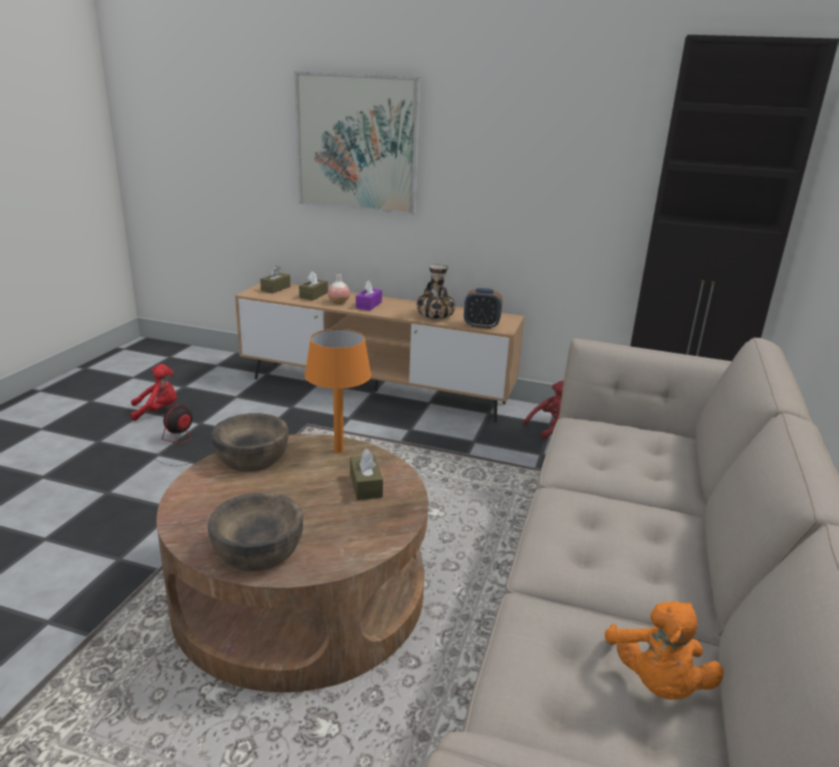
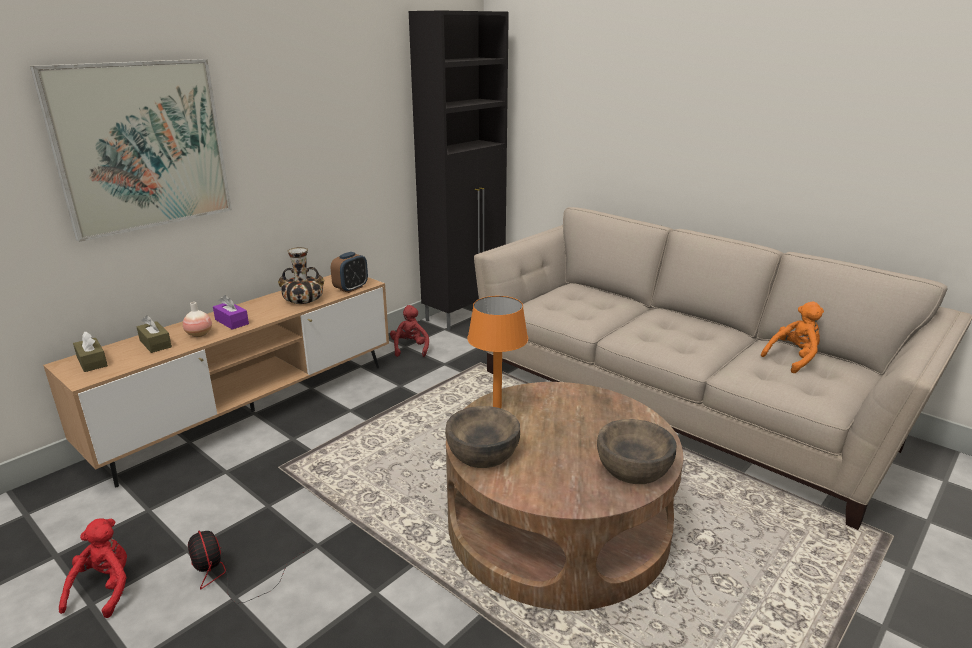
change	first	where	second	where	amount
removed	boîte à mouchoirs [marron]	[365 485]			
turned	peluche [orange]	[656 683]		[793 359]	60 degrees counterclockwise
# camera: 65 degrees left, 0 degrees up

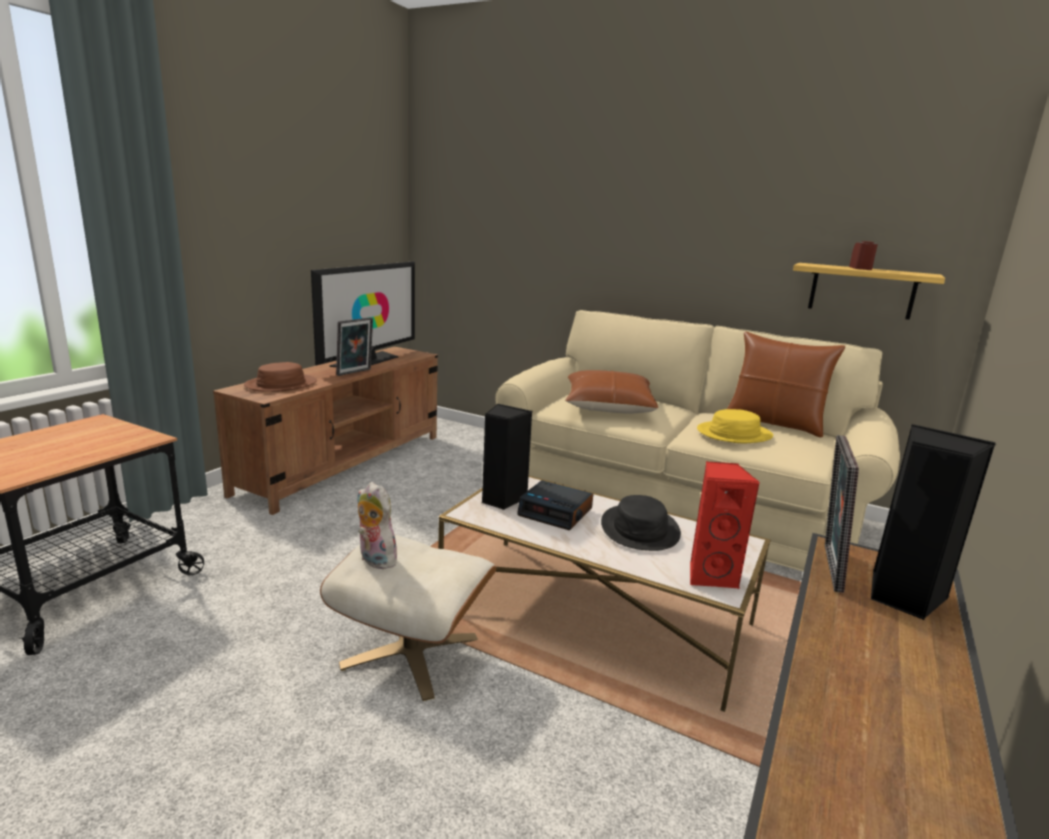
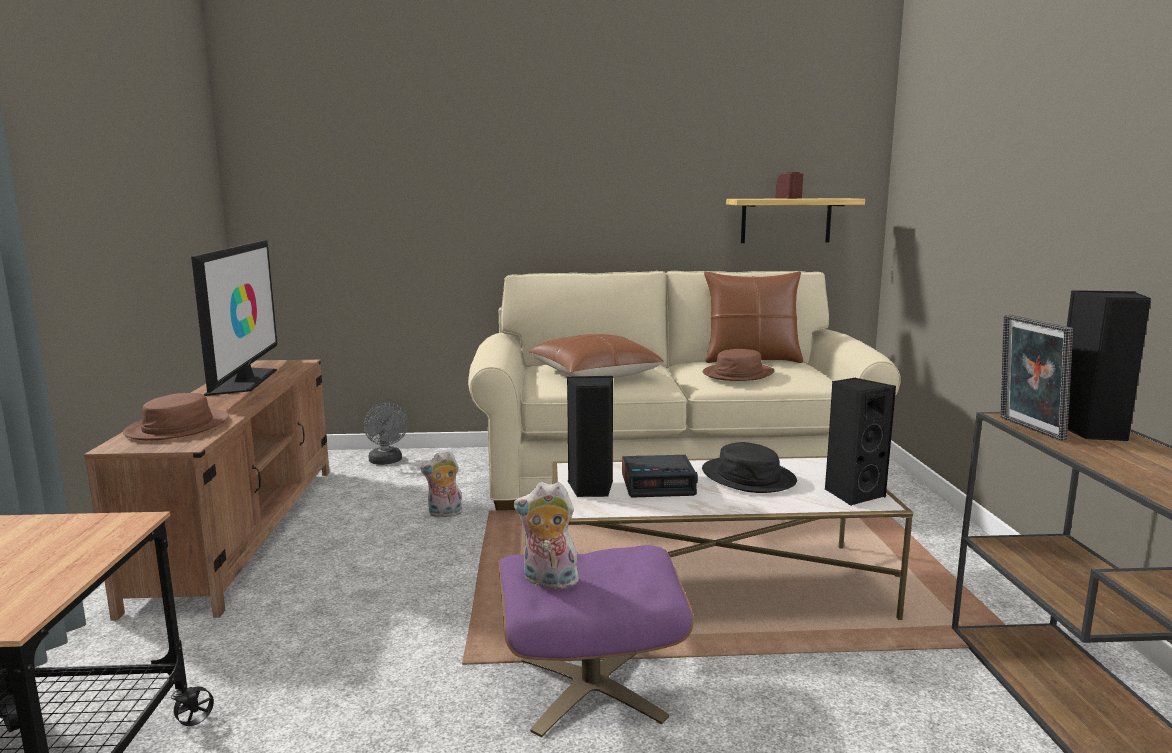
change	first	where	second	where	amount
recoloured	pouf [beige]	[411 651]	pouf [violet]	[591 687]	
removed	cadre photo	[355 372]			
recoloured	enceinte [rouge]	[710 575]	enceinte [noir]	[852 494]	
recoloured	chapeau [jaune]	[734 434]	chapeau [marron]	[738 374]	
added			ventilateur [gris]	[387 461]	
added			peluche	[444 514]	
# camera: 30 degrees left, 5 degrees down

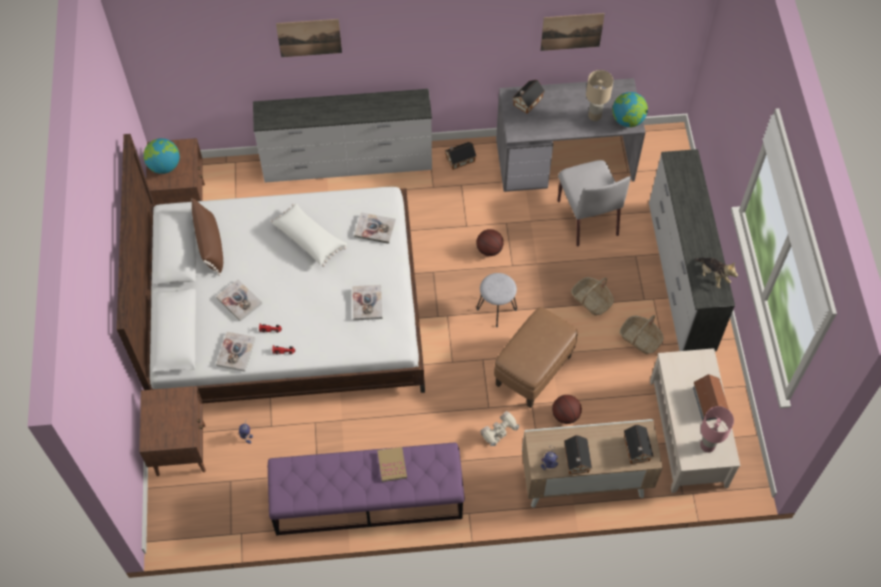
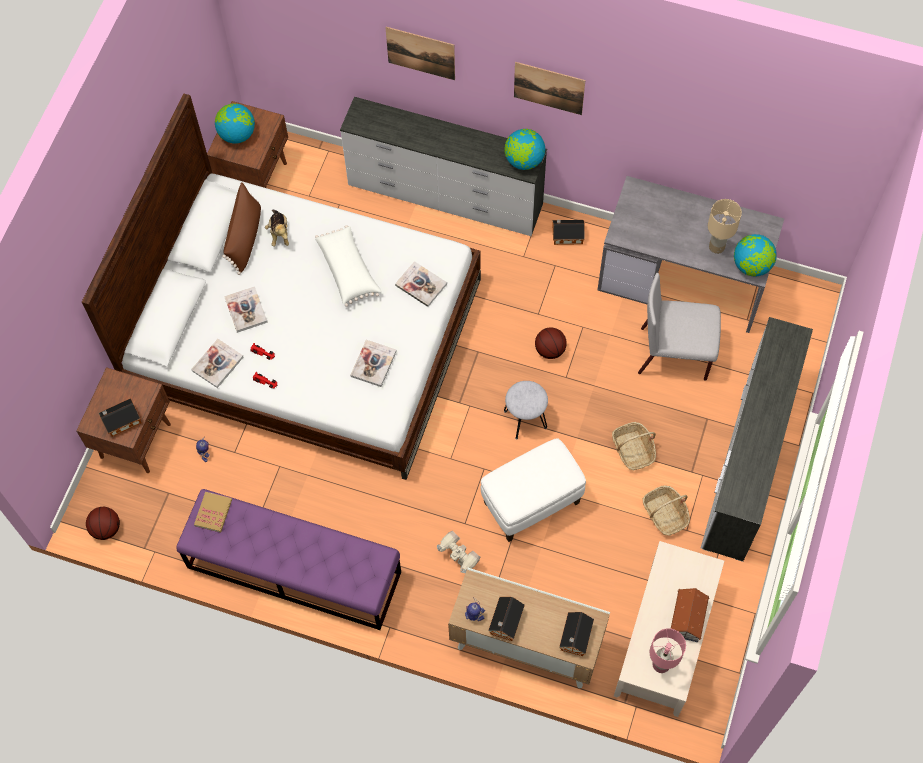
change	first	where	second	where	amount
moved	livre	[392 465]		[213 512]	
turned	robot jouet	[498 438]		[459 560]	60 degrees clockwise
recoloured	pouf [marron]	[533 370]	pouf [blanc]	[532 502]	
moved	maison miniature	[526 102]		[121 421]	
moved	tableau	[571 31]		[549 88]	
moved	ballon de basket	[565 415]		[106 528]	
turned	chaise [gris]	[587 217]		[675 353]	90 degrees clockwise
moved	peluche	[713 276]		[279 233]	
added			globe	[524 160]	
# camera: 25 degrees right, 5 degrees up

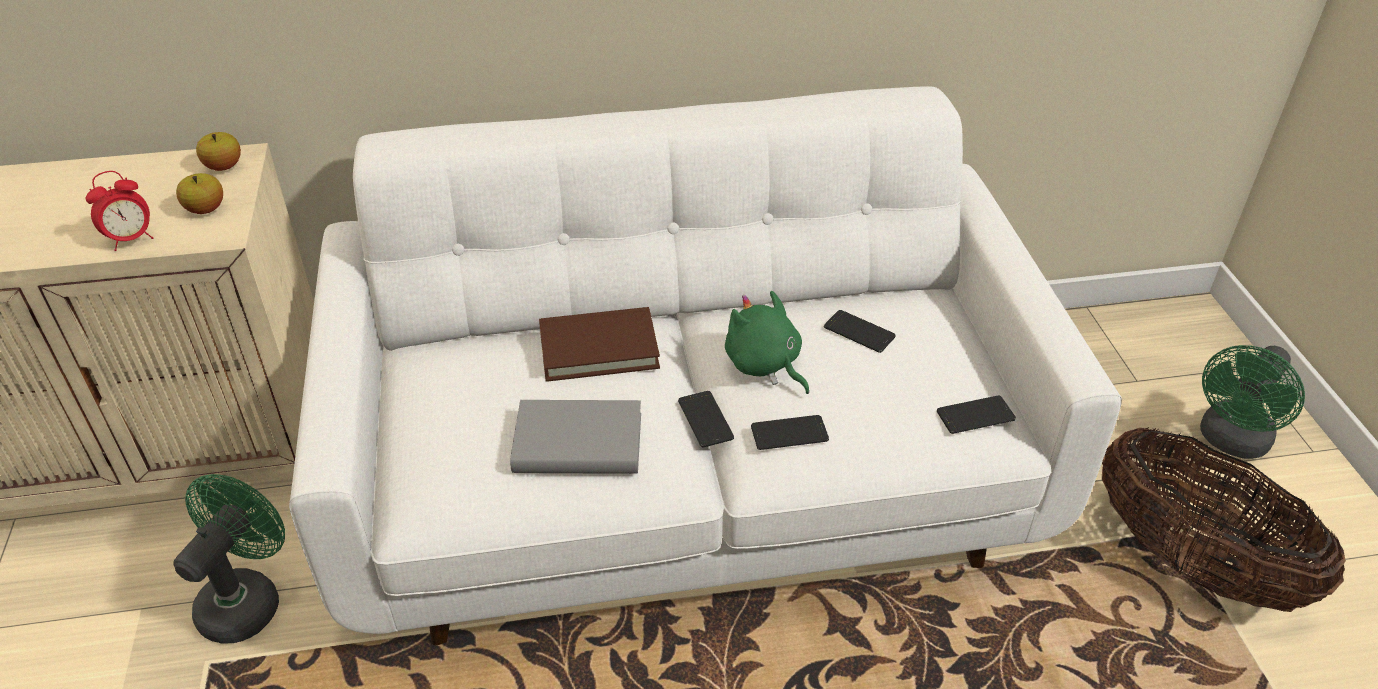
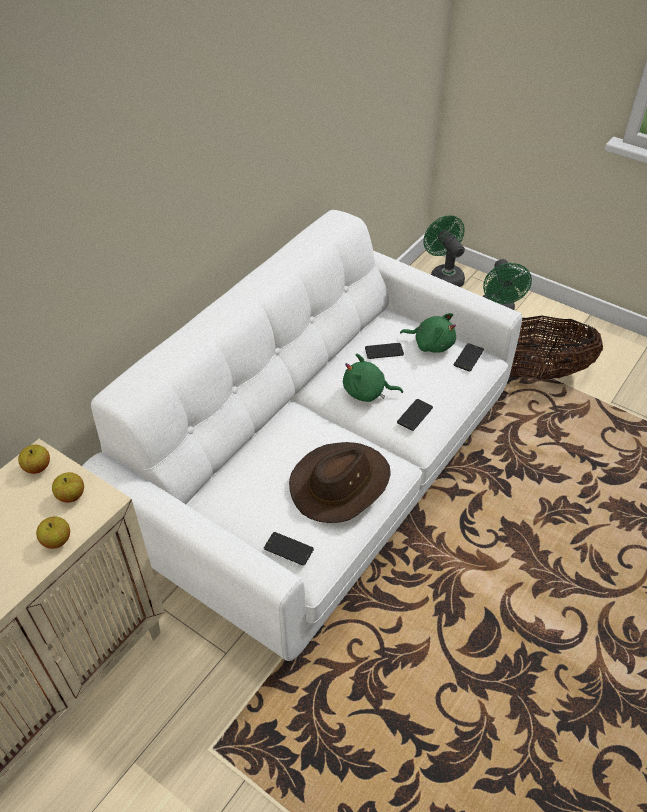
change	first	where	second	where	amount
replaced	réveil	[131 240]	pomme	[57 540]	
moved	ventilateur [vert]	[247 599]		[444 277]	
replaced	livre [gris]	[578 444]	chapeau [marron]	[340 484]	
removed	livre [marron]	[599 349]			
moved	téléphone	[705 419]		[288 549]	
added			peluche [vert]	[431 344]	
# camera: 45 degrees left, 5 degrees up

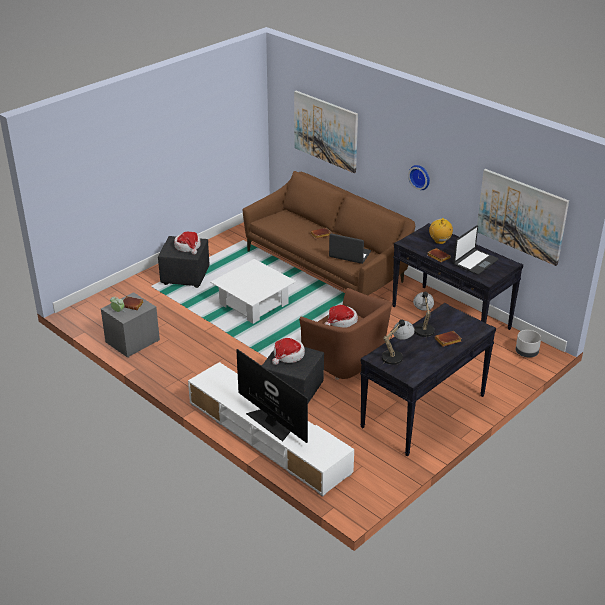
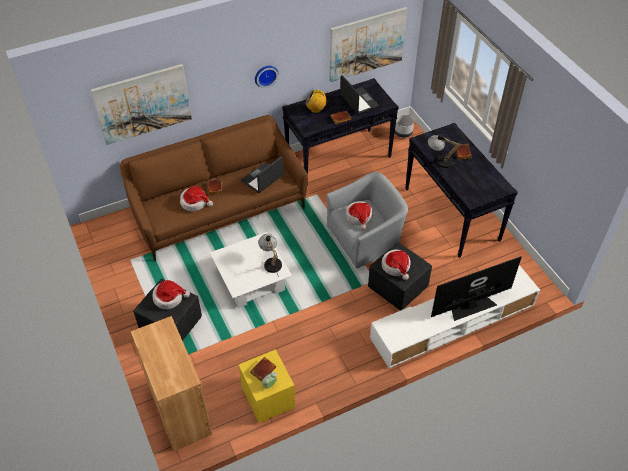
change	first	where	second	where	amount
recoloured	table de chevet [gris]	[132 341]	table de chevet [jaune]	[268 398]	
recoloured	fauteuil [marron]	[346 357]	fauteuil [gris]	[365 239]	
moved	lampe de table	[396 355]		[271 262]	
added			meuble de rangement [marron]	[179 409]	
added			chapeau	[195 202]	
# camera: 70 degrees left, 15 degrees up

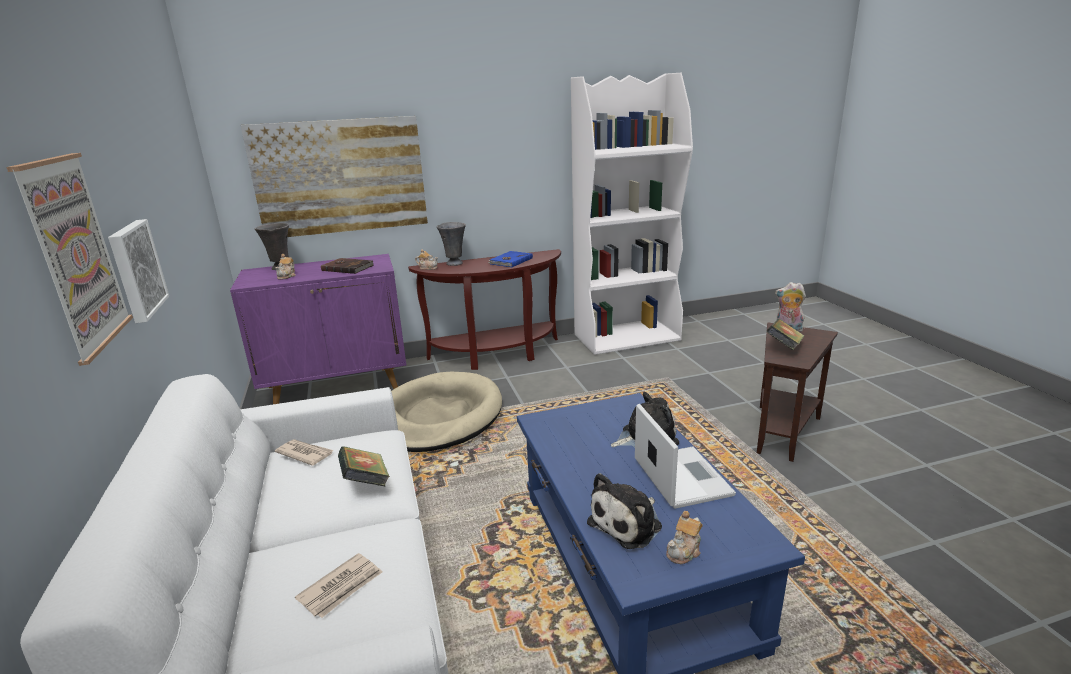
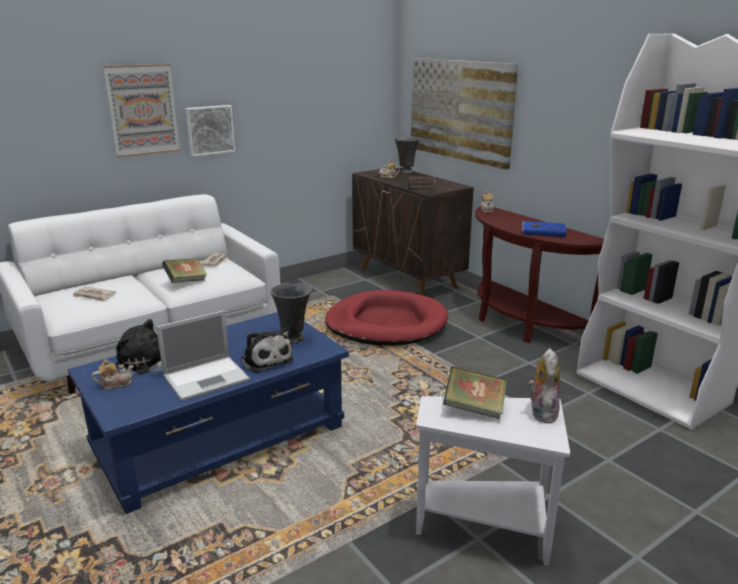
change	first	where	second	where	amount
recoloured	meuble de rangement [violet]	[338 385]	meuble de rangement [marron]	[408 278]	
recoloured	panier pour chien [beige]	[438 417]	panier pour chien [rouge]	[386 324]	
moved	vase [gris]	[454 263]		[293 339]	
turned	théière	[684 551]		[115 384]	135 degrees clockwise
recoloured	table d'appoint [marron]	[783 431]	table d'appoint [blanc]	[488 528]	
# camera: 70 degrees right, 0 degrees up

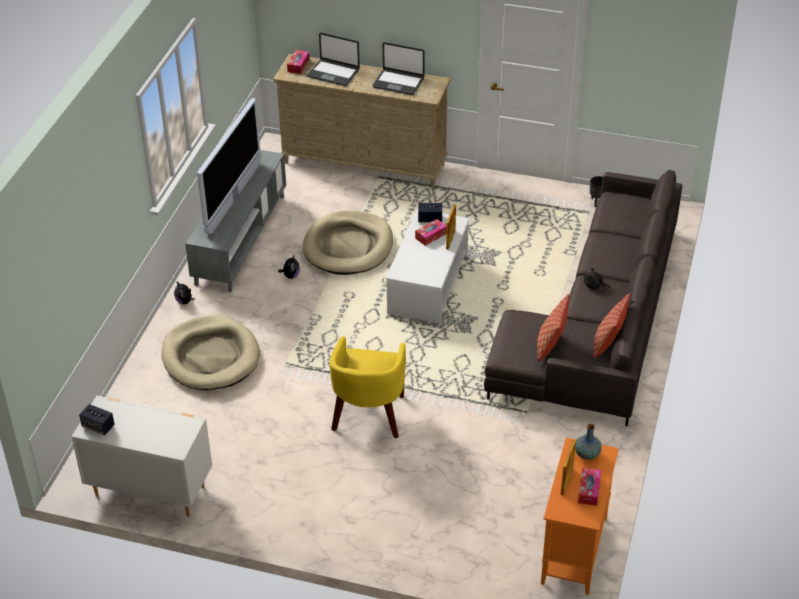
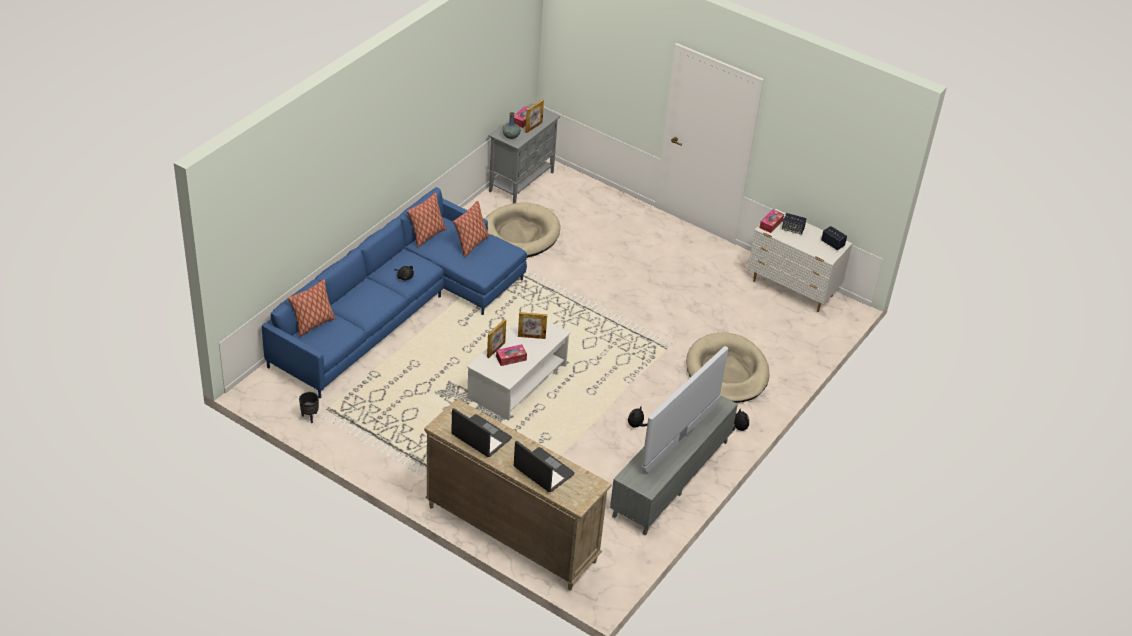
change	first	where	second	where	amount
moved	boîte à mouchoirs	[298 65]		[771 224]	
moved	panier pour chien [beige]	[348 246]		[519 235]	
removed	fauteuil [jaune]	[369 415]			
moved	enceinte	[430 219]		[792 229]	
recoloured	canapé [gris]	[598 324]	canapé [bleu]	[398 309]	
recoloured	meuble de rangement [orange]	[574 551]	meuble de rangement [gris]	[522 181]	
added			coussin	[313 324]	
added			cadre photo	[531 337]	
# camera: 165 degrees left, 0 degrees up

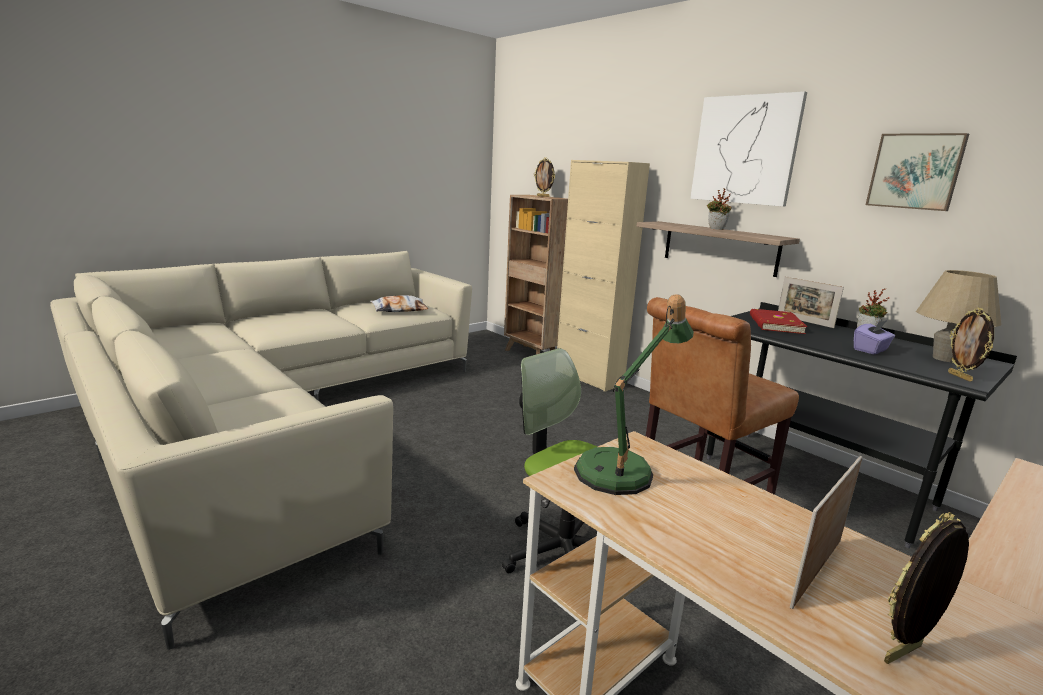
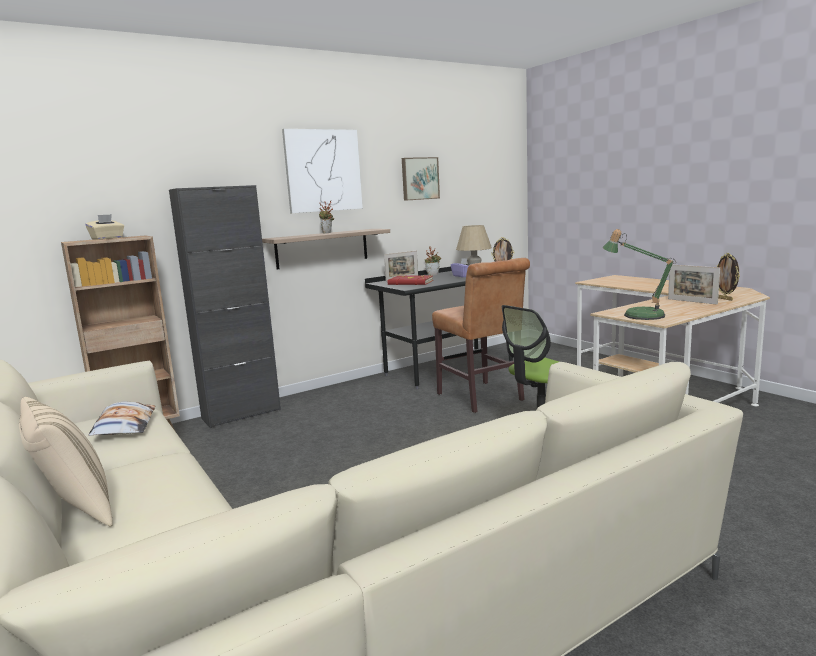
change	first	where	second	where	amount
replaced	cadre photo	[543 196]	boîte à mouchoirs [beige]	[107 238]	
recoloured	meuble de rangement [beige]	[589 378]	meuble de rangement [noir]	[241 414]	
added			coussin [beige]	[73 512]	
# camera: 80 degrees left, 5 degrees down

